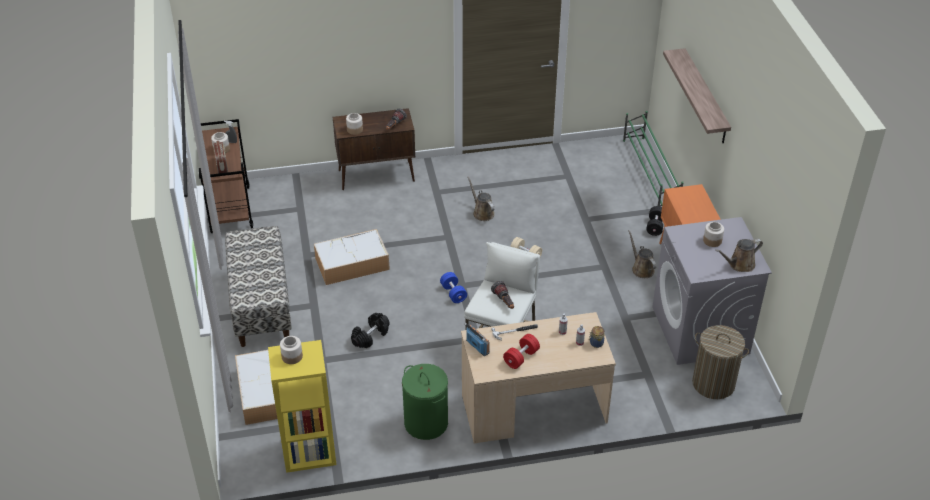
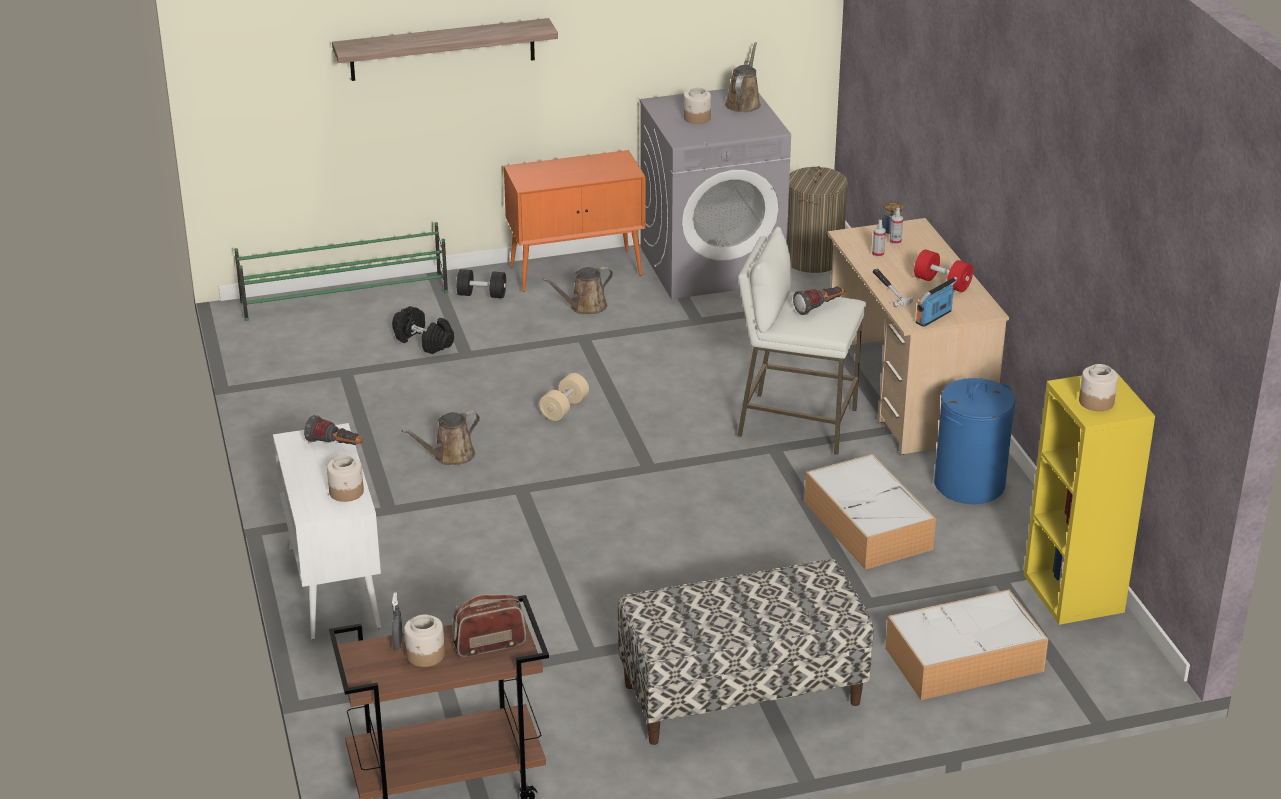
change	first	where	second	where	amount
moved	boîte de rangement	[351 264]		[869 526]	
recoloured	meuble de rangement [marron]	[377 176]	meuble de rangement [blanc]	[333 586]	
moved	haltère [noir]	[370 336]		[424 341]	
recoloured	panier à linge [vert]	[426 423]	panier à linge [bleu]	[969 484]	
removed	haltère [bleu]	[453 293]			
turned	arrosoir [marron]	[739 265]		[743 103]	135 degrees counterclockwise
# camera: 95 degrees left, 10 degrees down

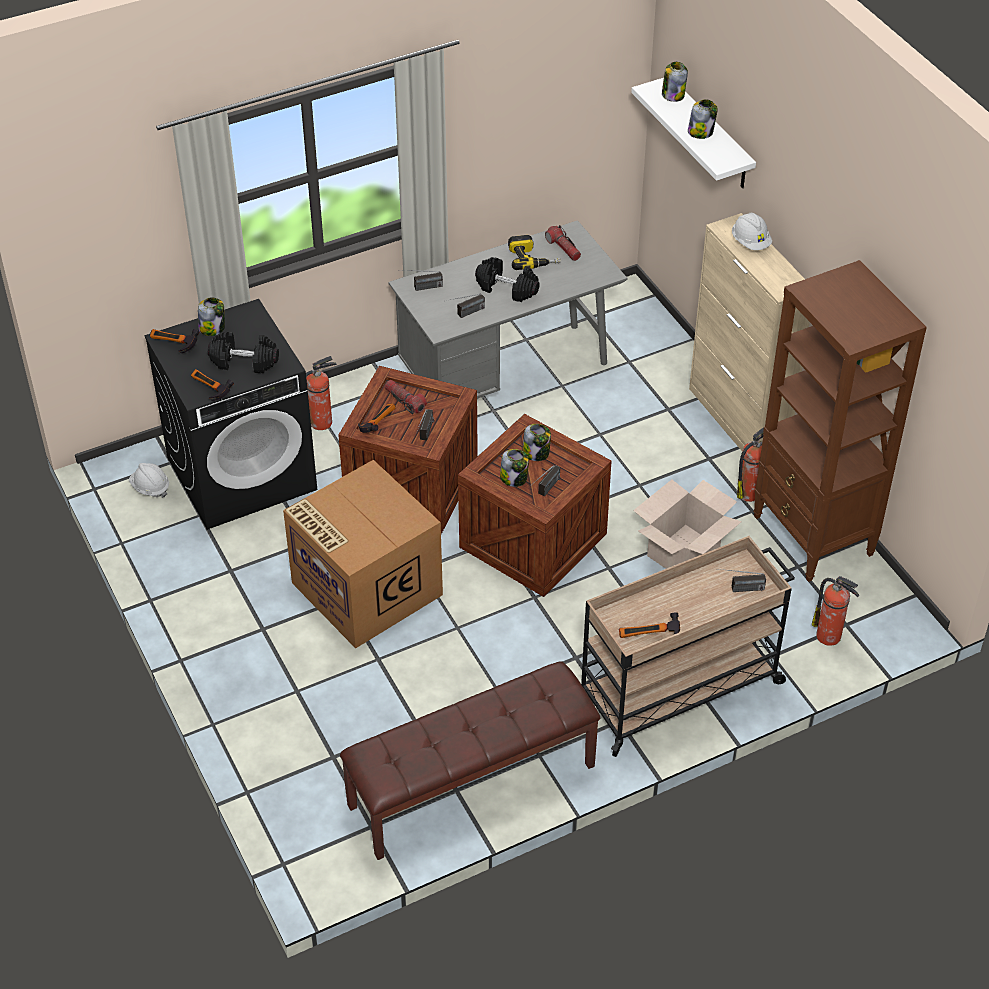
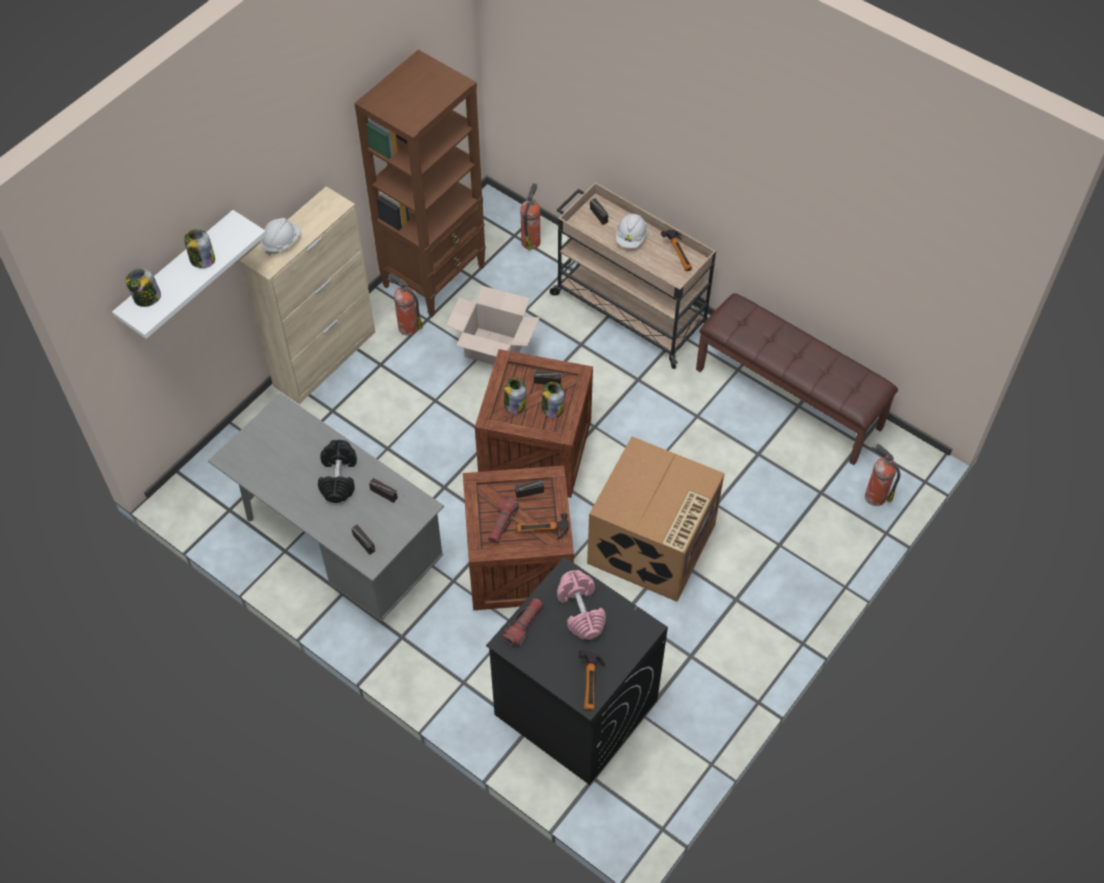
change	first	where	second	where	amount
moved	casque de chantier [blanc]	[150 488]		[631 238]	
removed	marteau	[209 391]			
removed	bocal	[212 328]			
recoloured	haltère [noir]	[244 362]	haltère [rose]	[580 611]	
moved	extincteur	[322 422]		[874 496]	
removed	perceuse	[533 258]			
moved	lampe de poche	[563 248]		[524 625]	
# camera: 115 degrees left, 10 degrees up

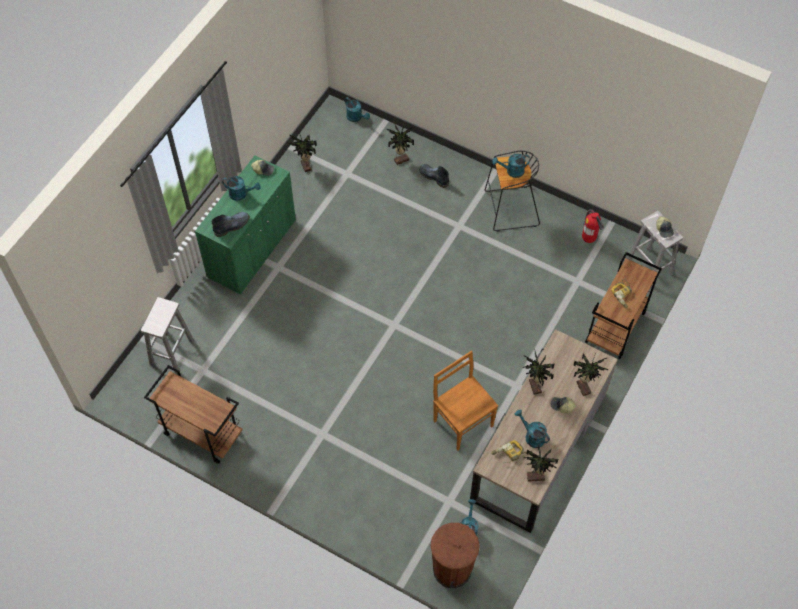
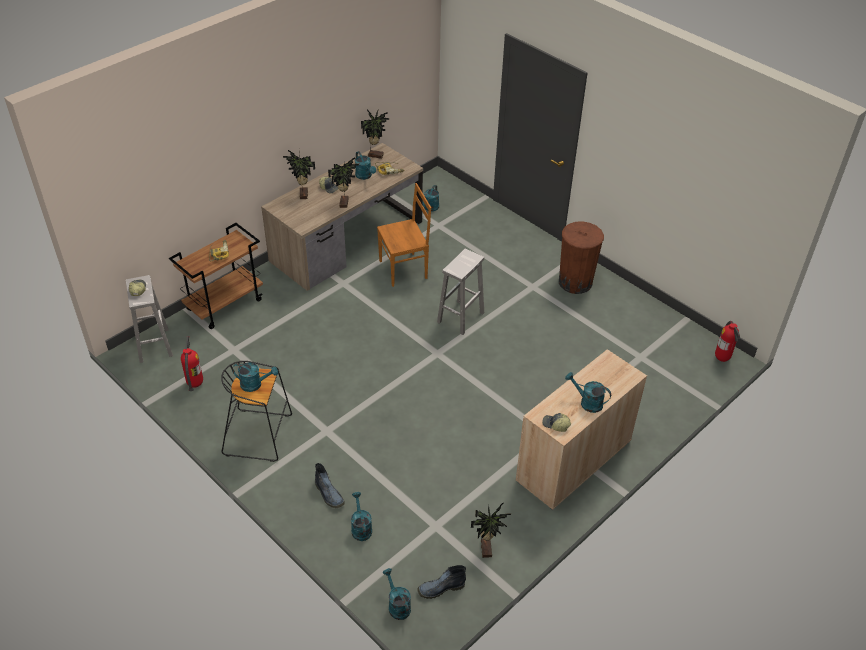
change	first	where	second	where	amount
moved	tabouret [blanc]	[172 351]		[460 318]	
removed	chariot [marron]	[201 433]			
recoloured	meuble de rangement [vert]	[252 249]	meuble de rangement [beige]	[573 461]	
moved	botte	[232 225]		[440 588]	
replaced	plante en pot	[400 159]	arrosoir [turquoise]	[360 527]	
moved	poubelle [marron]	[452 569]		[575 282]	
turned	chaise [marron]	[462 422]		[404 269]	90 degrees counterclockwise
added			extincteur	[722 359]	
# camera: 165 degrees left, 15 degrees down

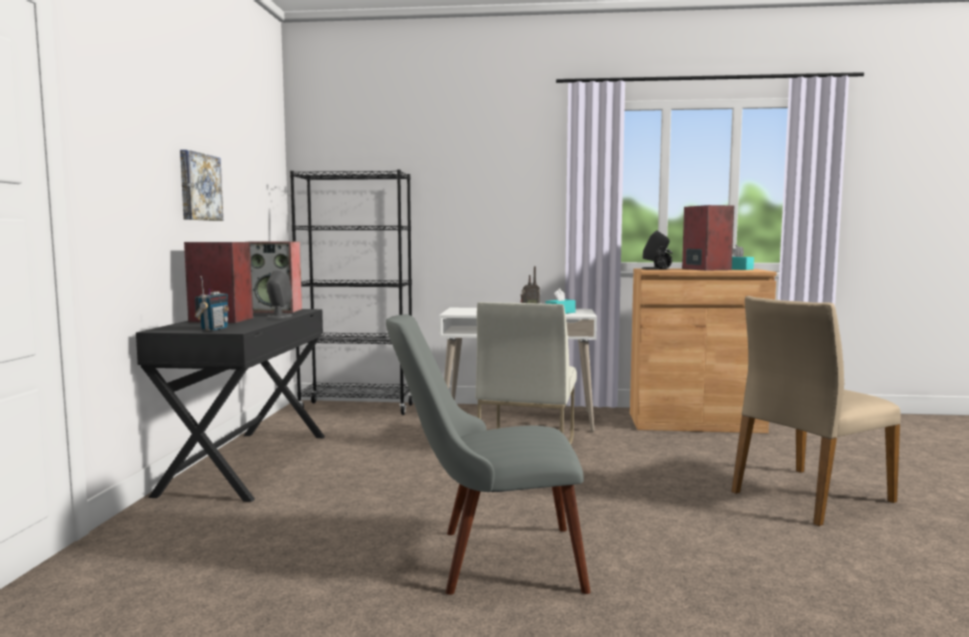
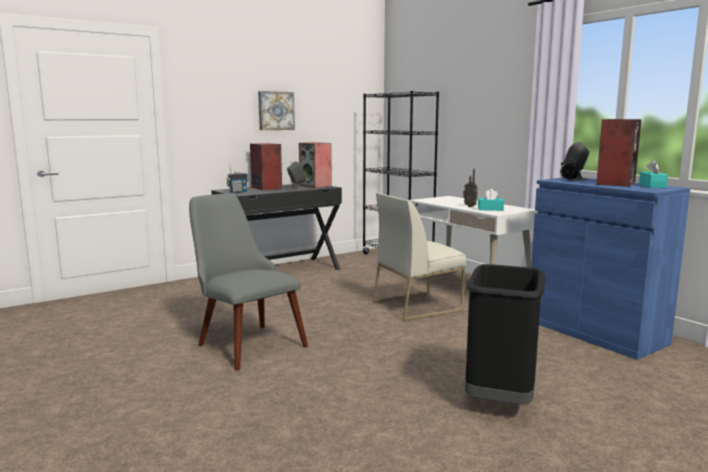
change	first	where	second	where	amount
recoloured	meuble de rangement [marron]	[695 423]	meuble de rangement [bleu]	[595 332]	
replaced	chaise [beige]	[809 496]	poubelle [noir]	[499 398]	
# camera: 50 degrees right, 5 degrees up

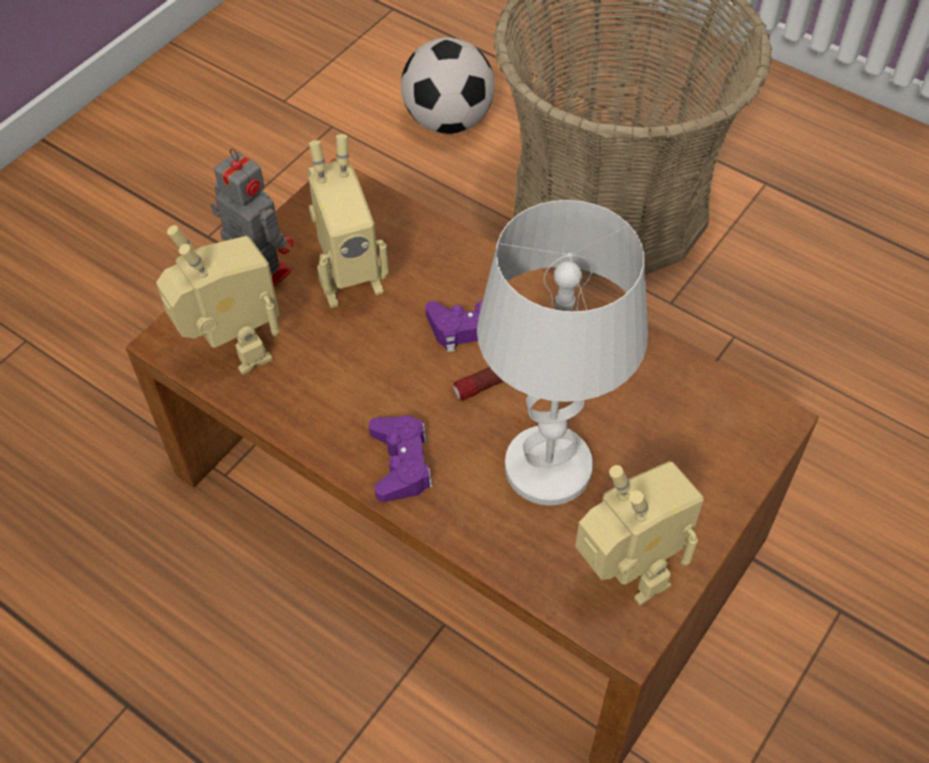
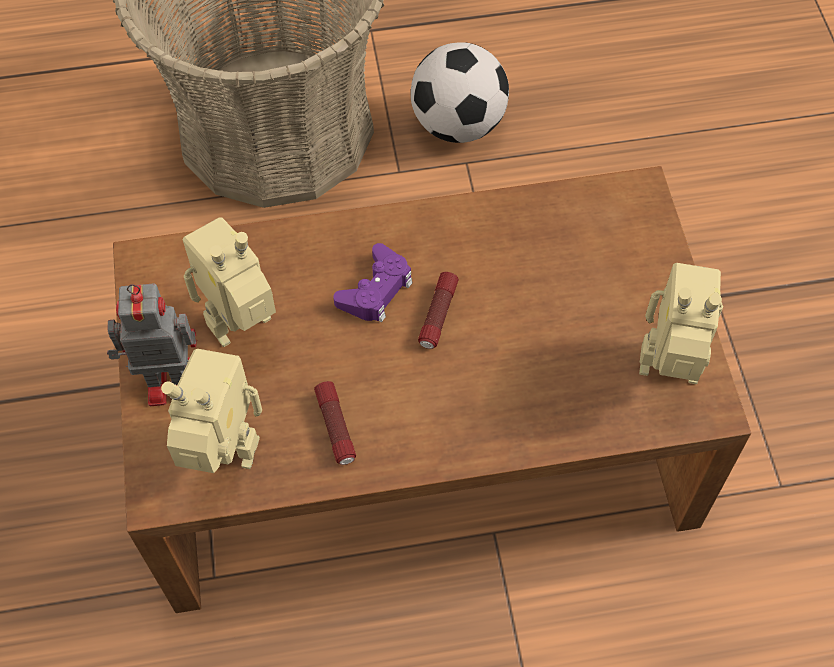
change	first	where	second	where	amount
turned	robot jouet	[349 280]		[244 329]	150 degrees counterclockwise
removed	manette [violet]	[401 463]			
moved	ballon de foot	[448 121]		[458 124]	
removed	lampe de table [blanc]	[547 468]			
added			lampe de poche	[336 427]	
# camera: 45 degrees left, 5 degrees up

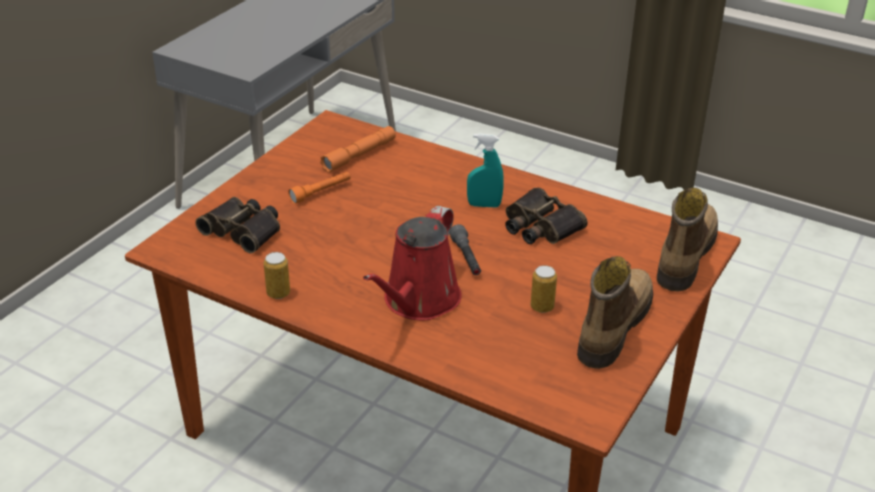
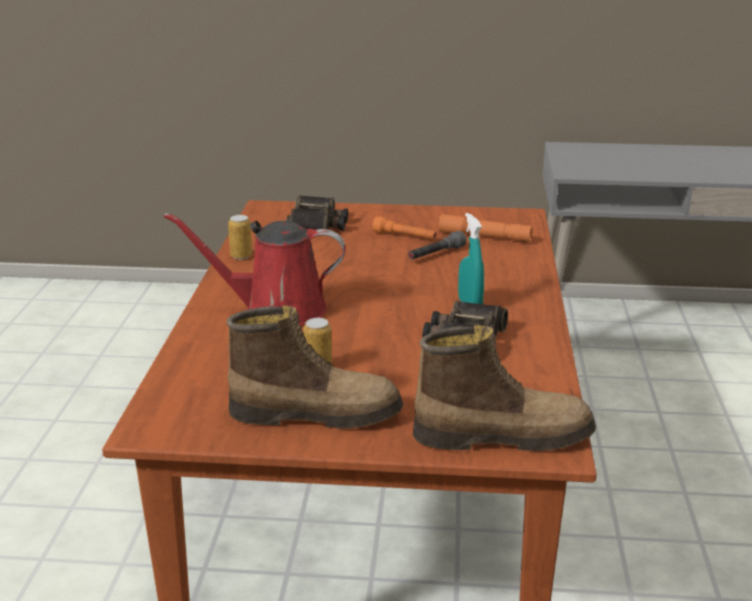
change	first	where	second	where	amount
moved	lampe de poche [gris]	[466 258]		[436 254]	
# camera: 65 degrees right, 10 degrees down

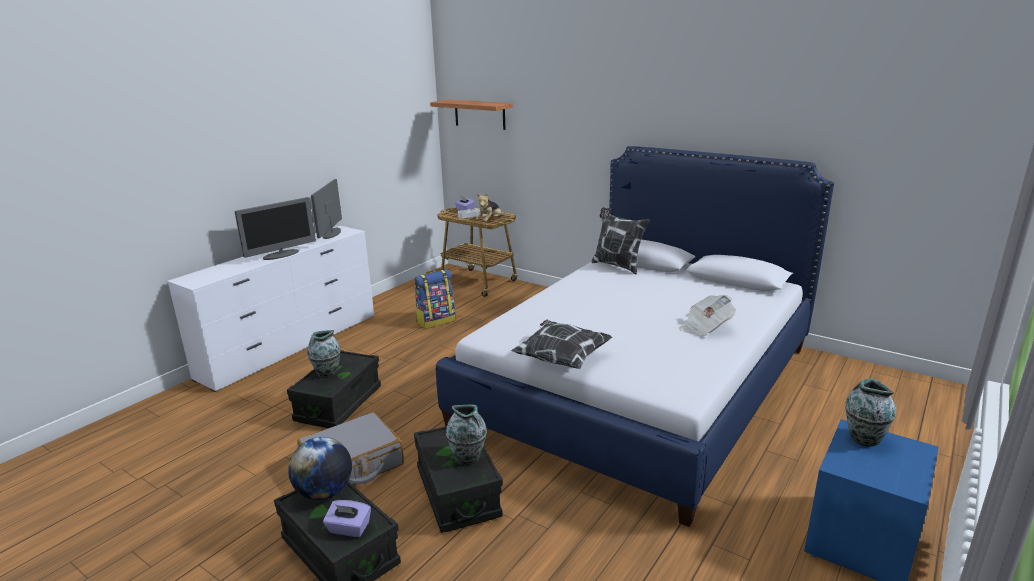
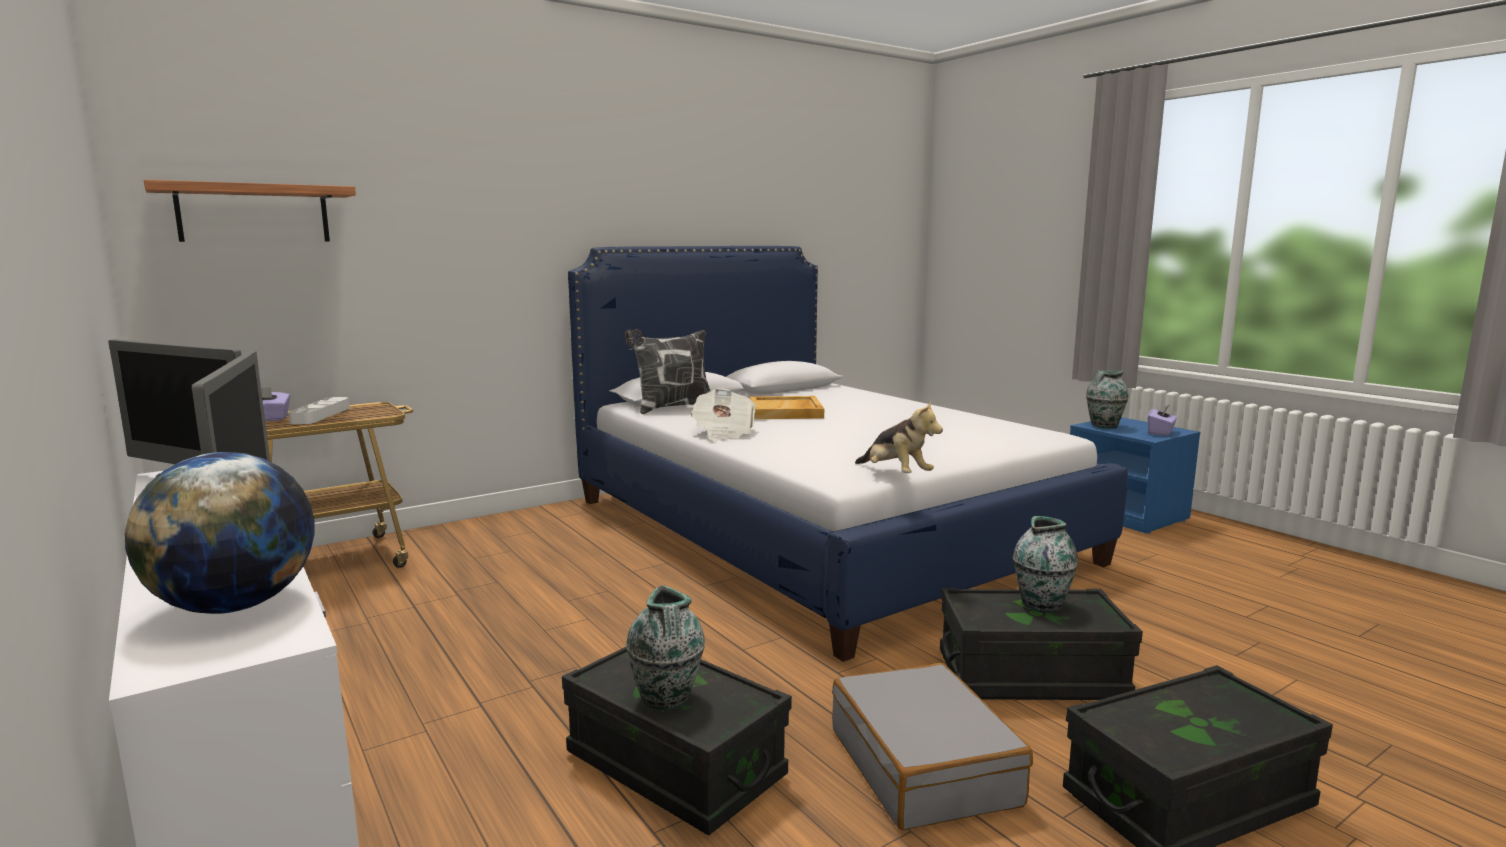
change	first	where	second	where	amount
moved	globe	[324 492]		[236 606]	
moved	boîte à mouchoirs [violet]	[349 529]		[1161 432]	
removed	sac à dos	[436 321]			
moved	peluche	[490 221]		[895 474]	
removed	coussin	[561 359]			
moved	journal	[705 328]		[723 433]	
added			plateau [beige]	[786 411]	
# camera: 70 degrees left, 10 degrees down

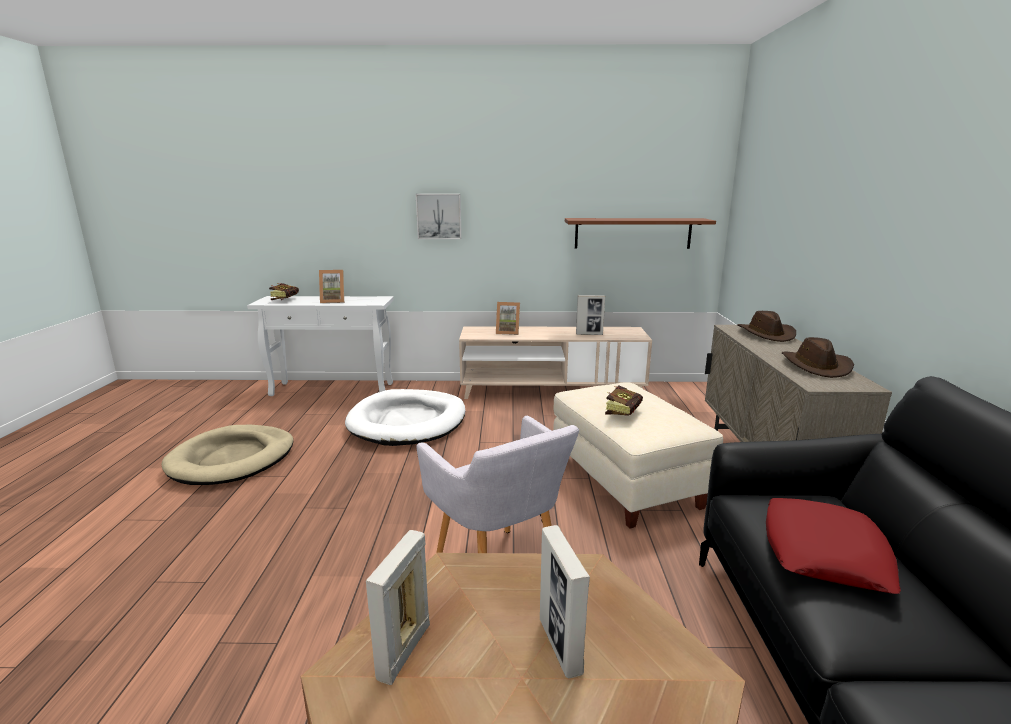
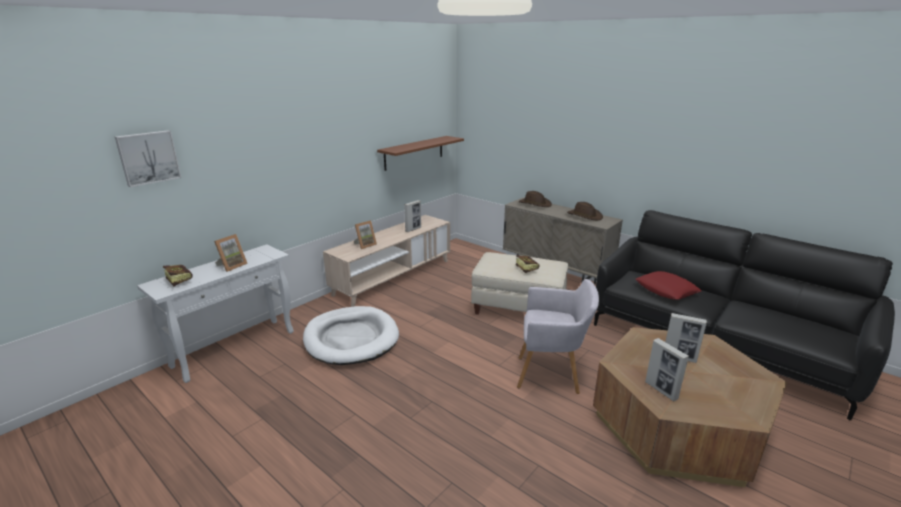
change	first	where	second	where	amount
removed	panier pour chien [beige]	[232 459]			
moved	tableau	[439 216]		[148 157]	
# camera: 50 degrees left, 5 degrees up

